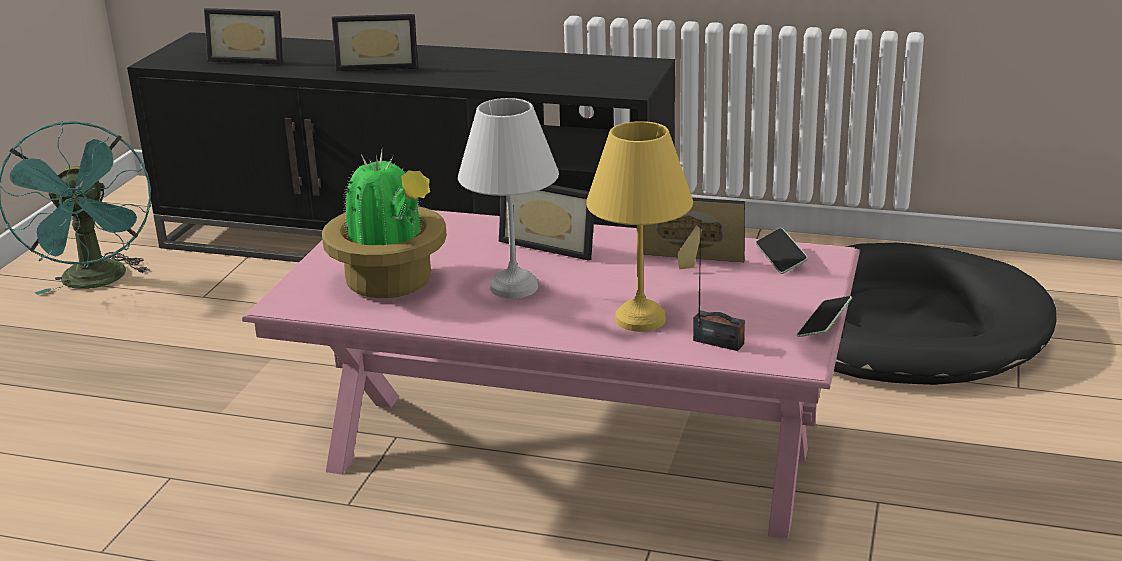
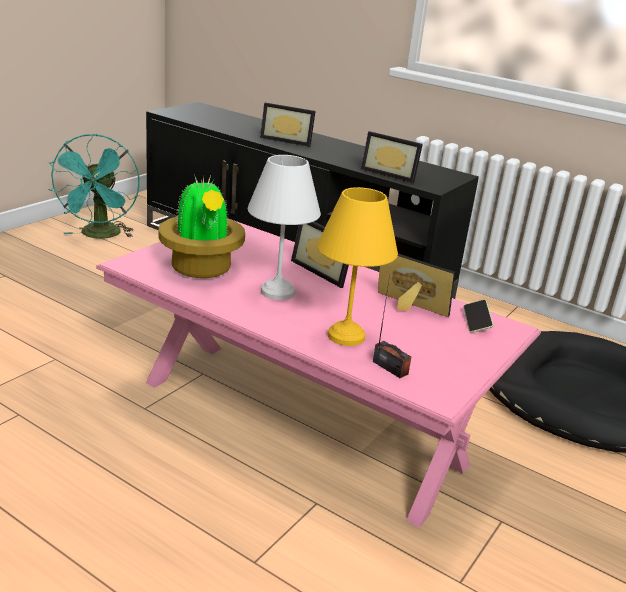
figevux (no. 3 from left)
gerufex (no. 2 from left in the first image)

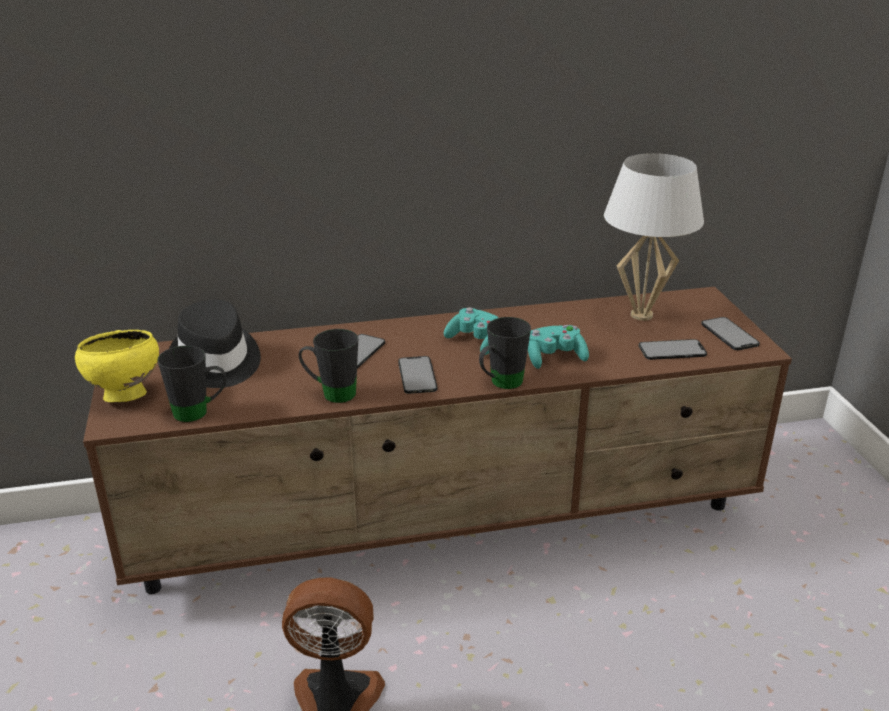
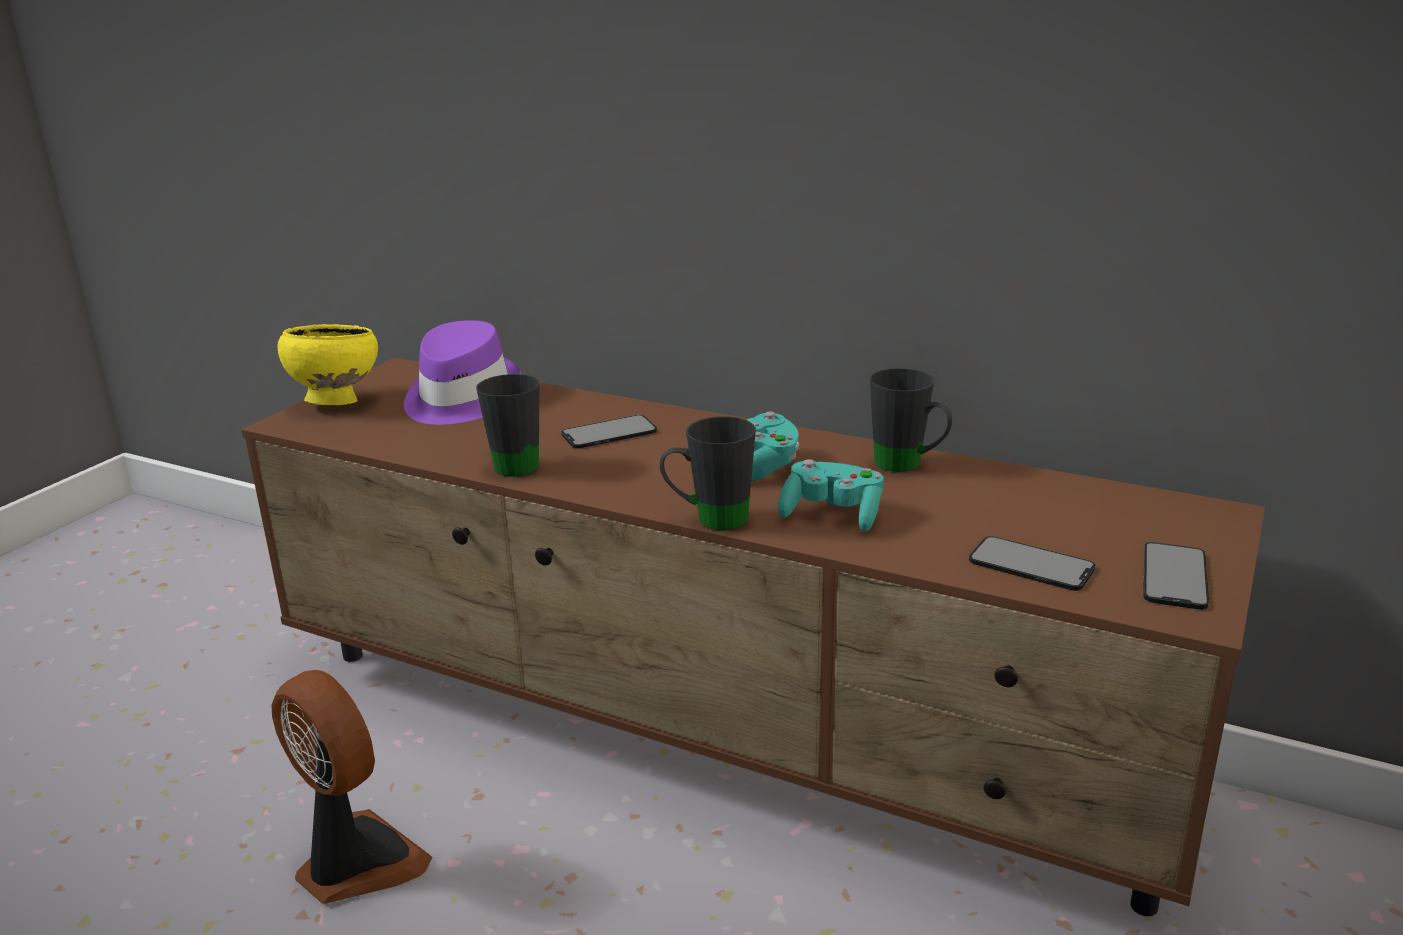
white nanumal
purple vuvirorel
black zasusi (no. 3 from left)
gerufex (no. 2 from left in the first image)

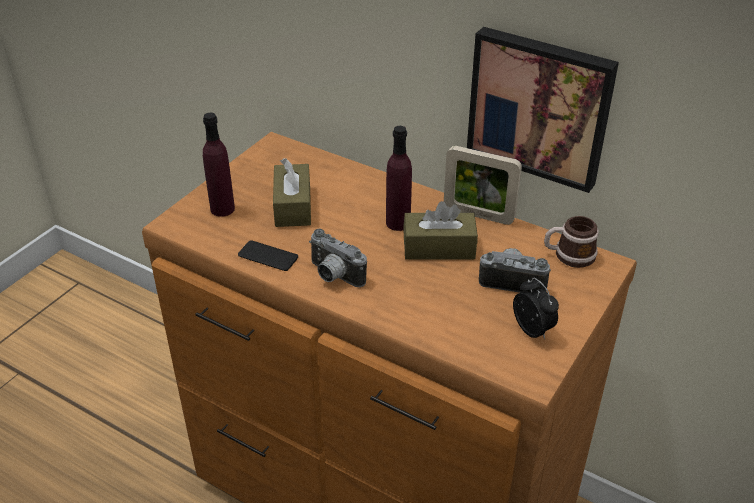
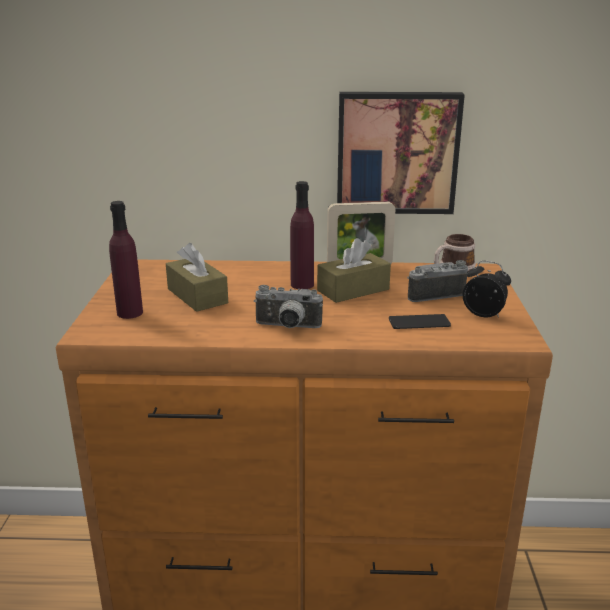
gerufex

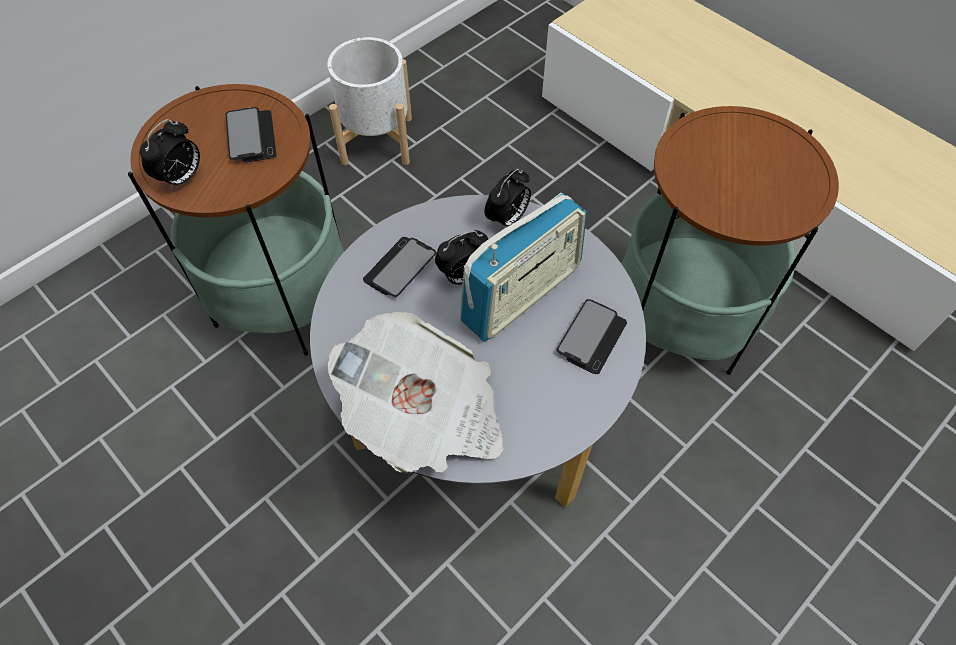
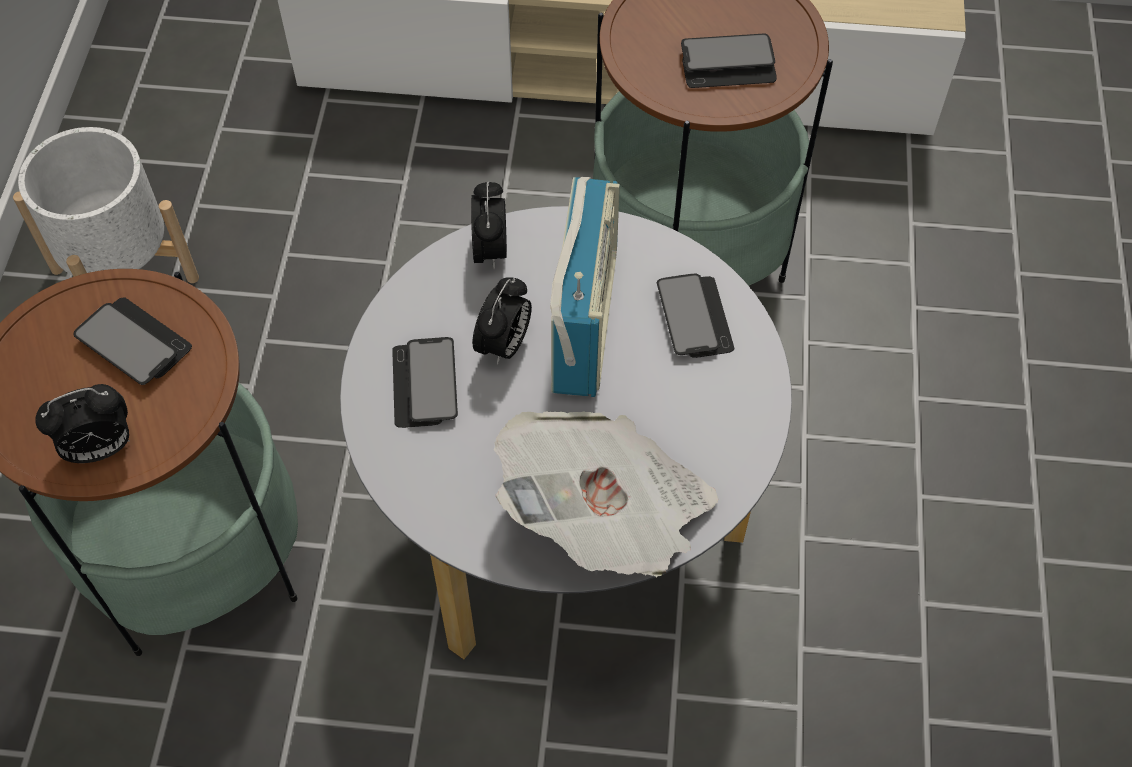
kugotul (no. 1 from left)
gerufex (no. 4 from left)

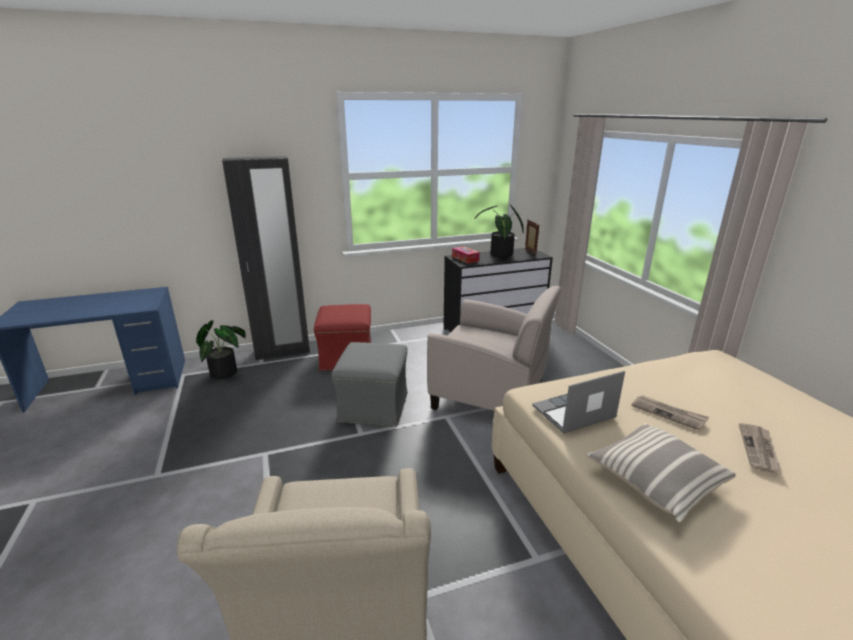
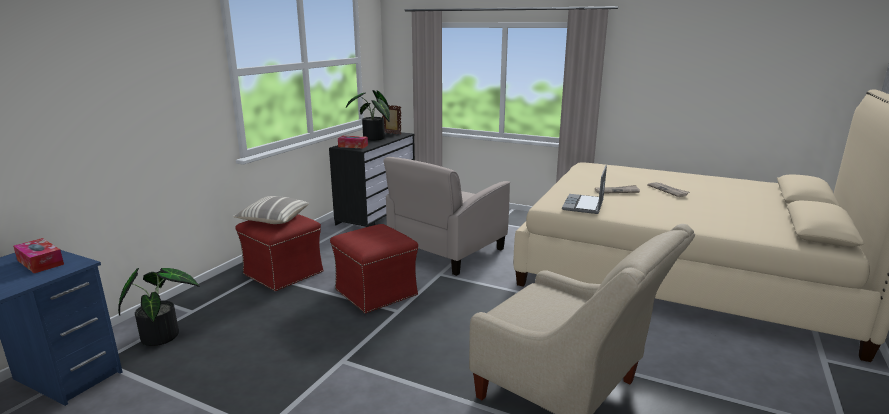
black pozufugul
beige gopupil (no. 1 from left)
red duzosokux (no. 2 from left)
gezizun
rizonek (no. 1 from left)

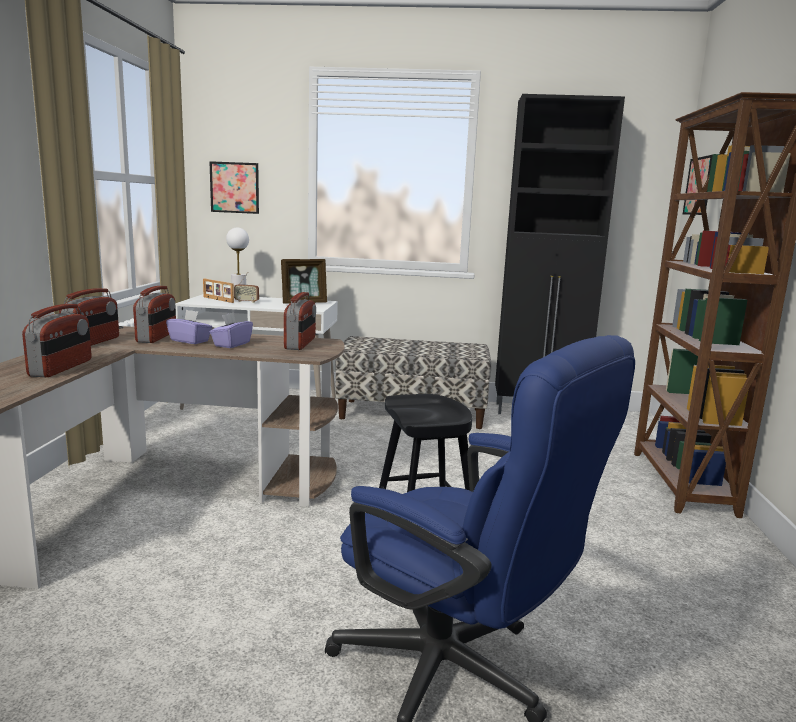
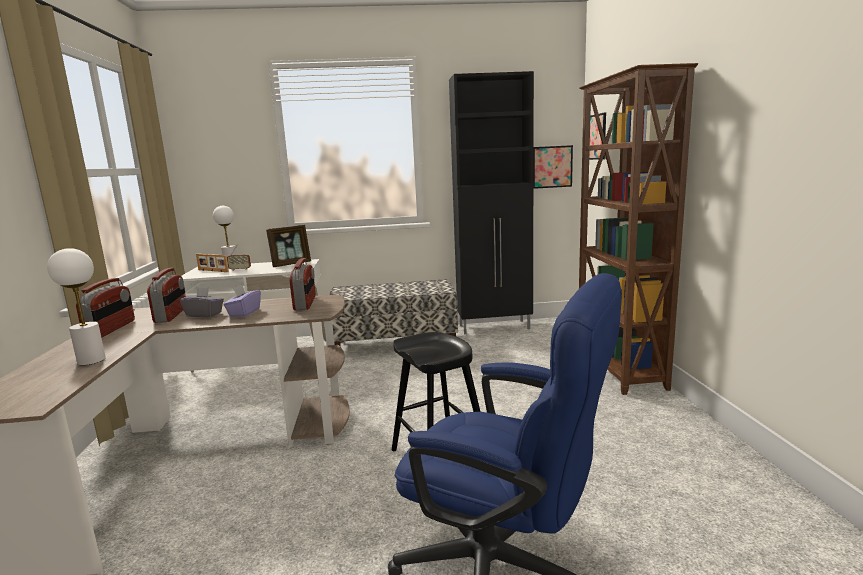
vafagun (no. 1 from left)
white nanumal (no. 1 from left)
grey rizonek

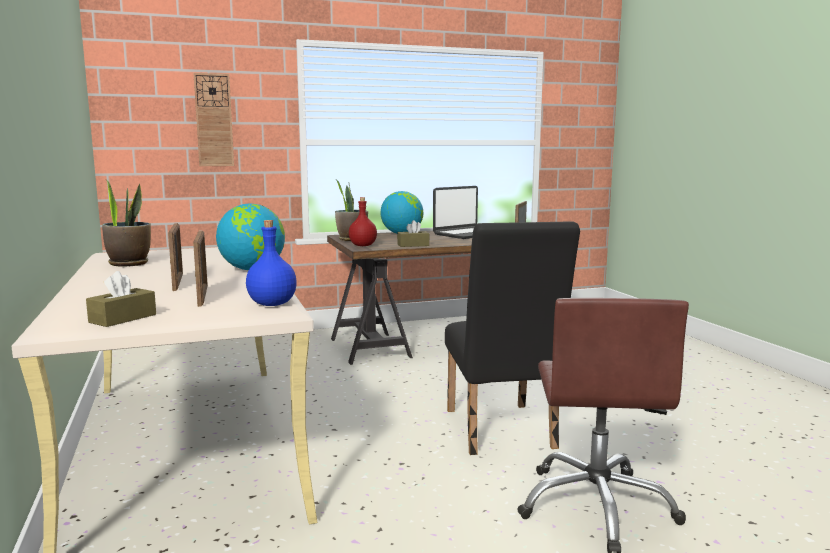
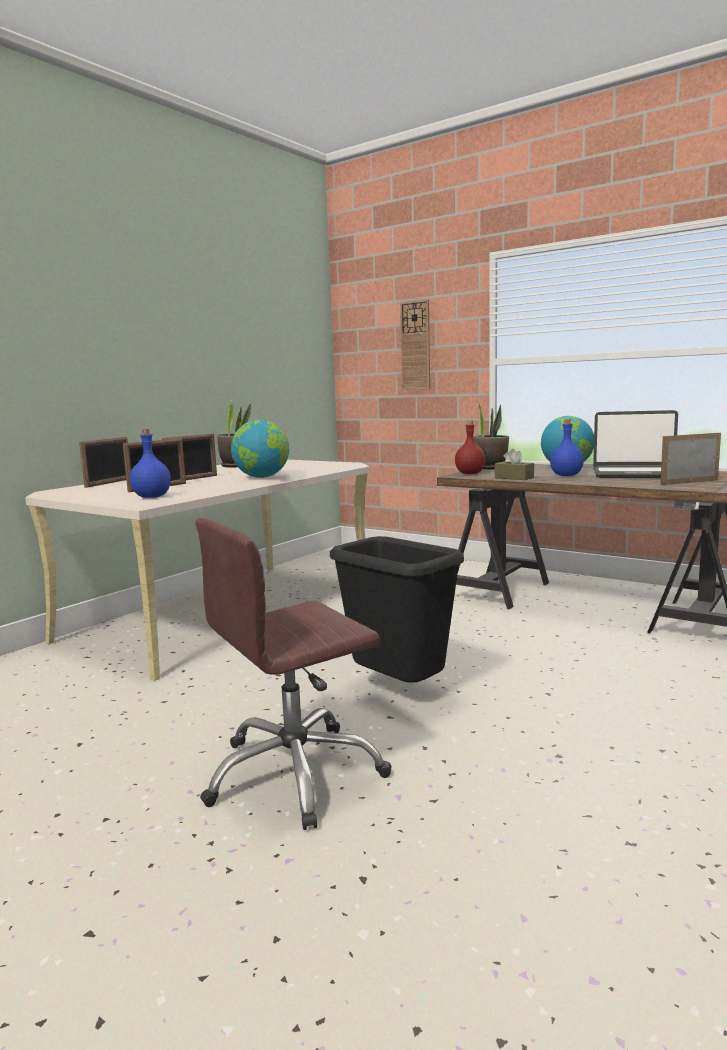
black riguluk
brown rizonek (no. 1 from left in the first image)
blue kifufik (no. 2 from left)
figevux (no. 1 from left)

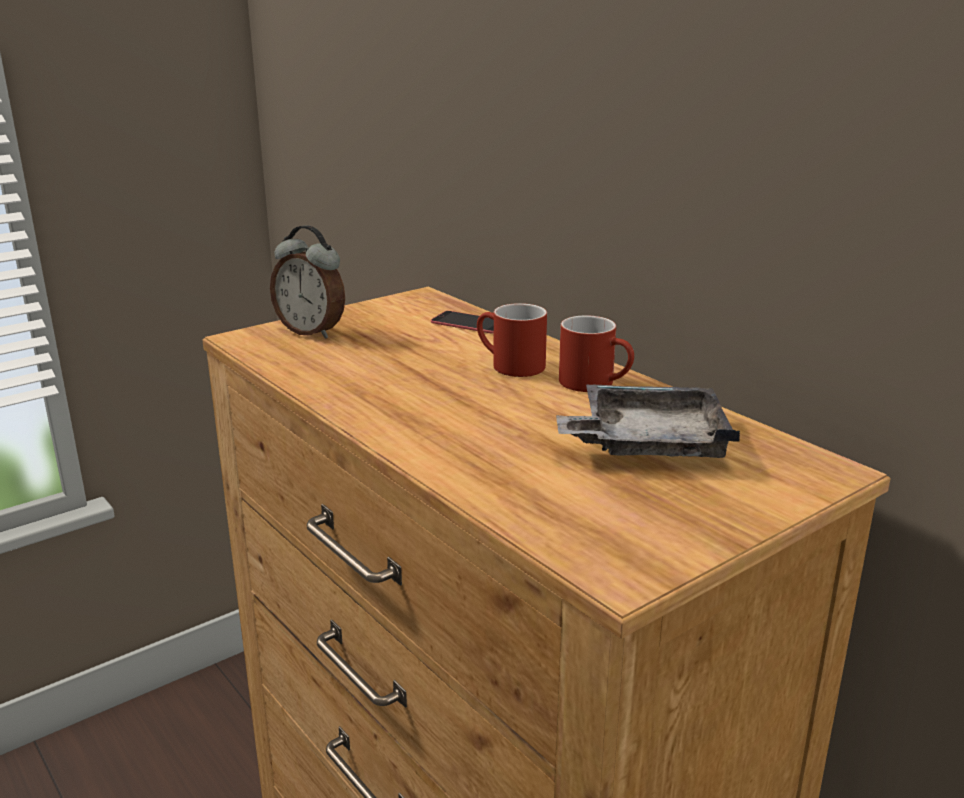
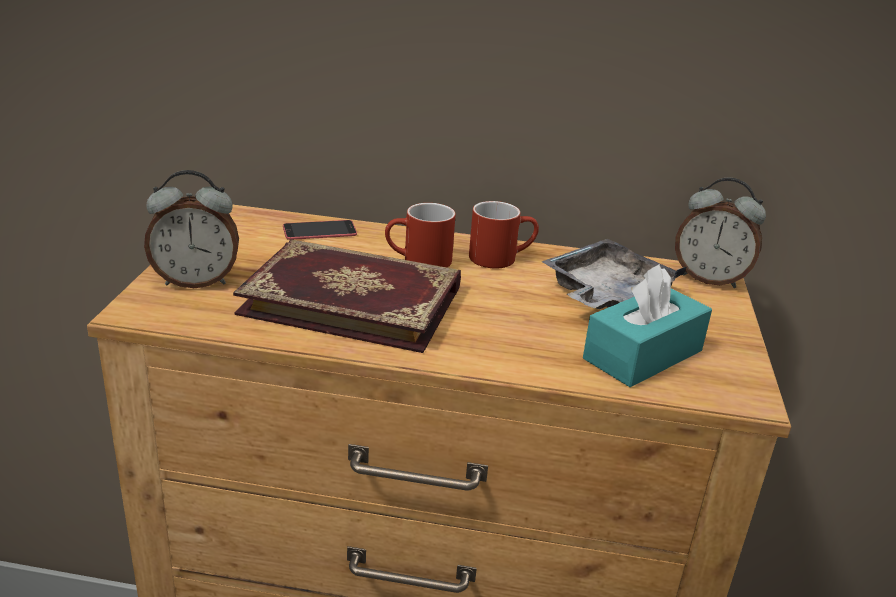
kugotul (no. 2 from left)
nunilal
turquoise rizonek

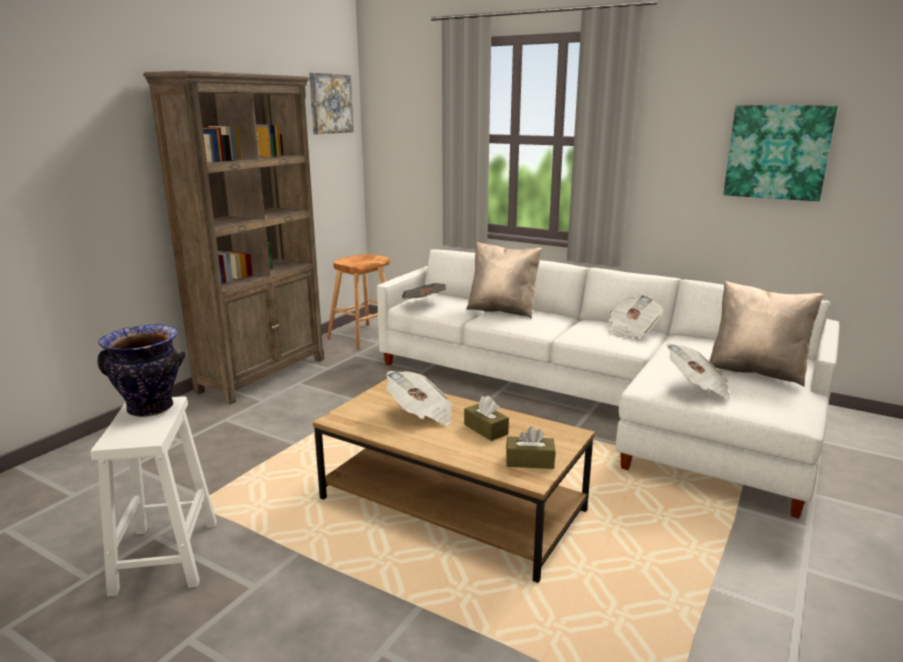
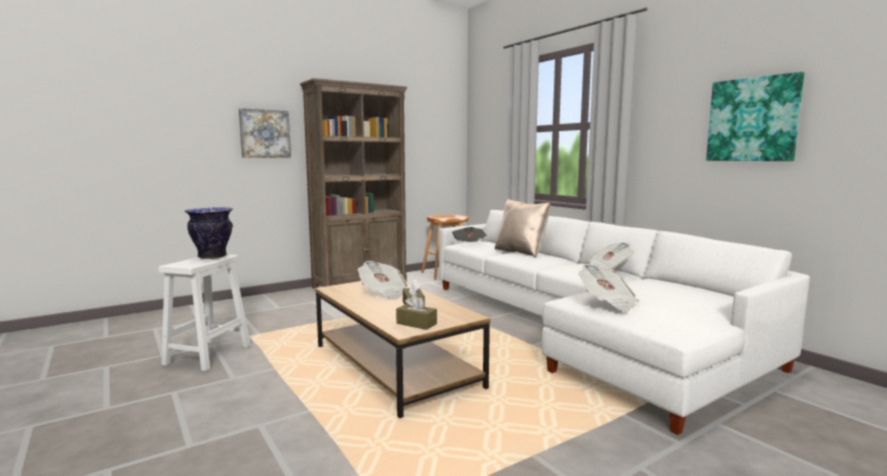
vafagun (no. 1 from left)
beige gezizun (no. 2 from left in the first image)

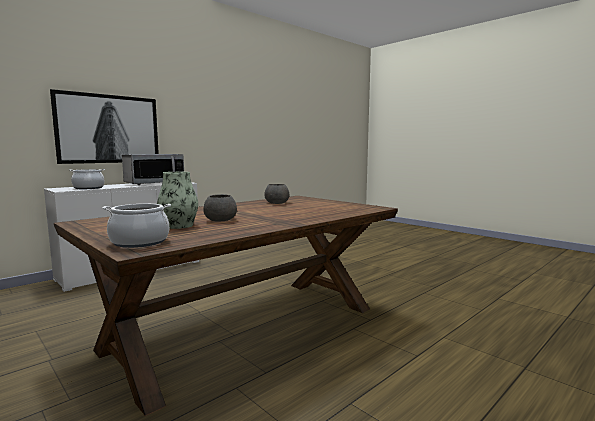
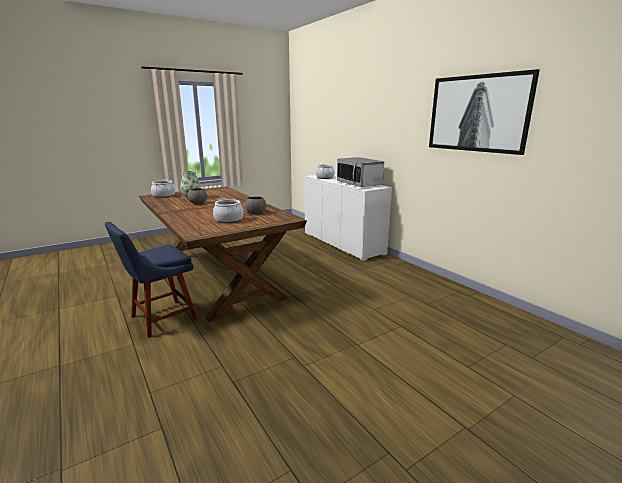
vafagun
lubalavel (no. 2 from left)
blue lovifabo

